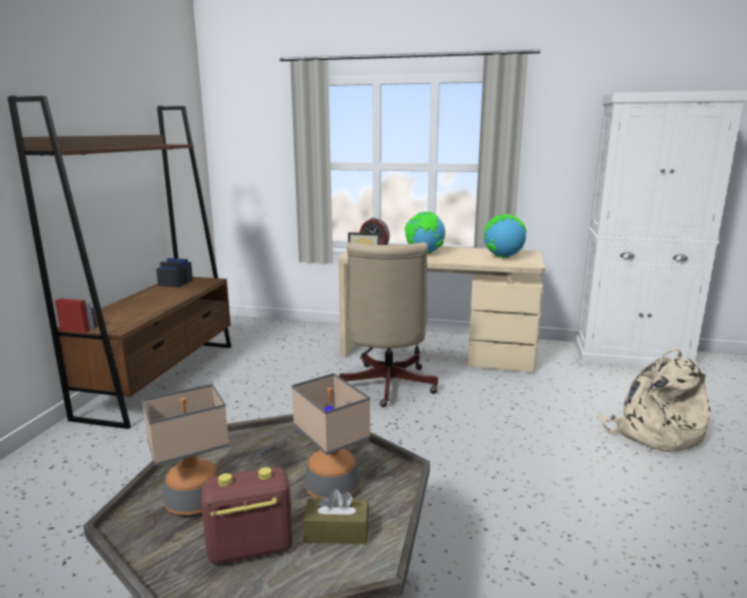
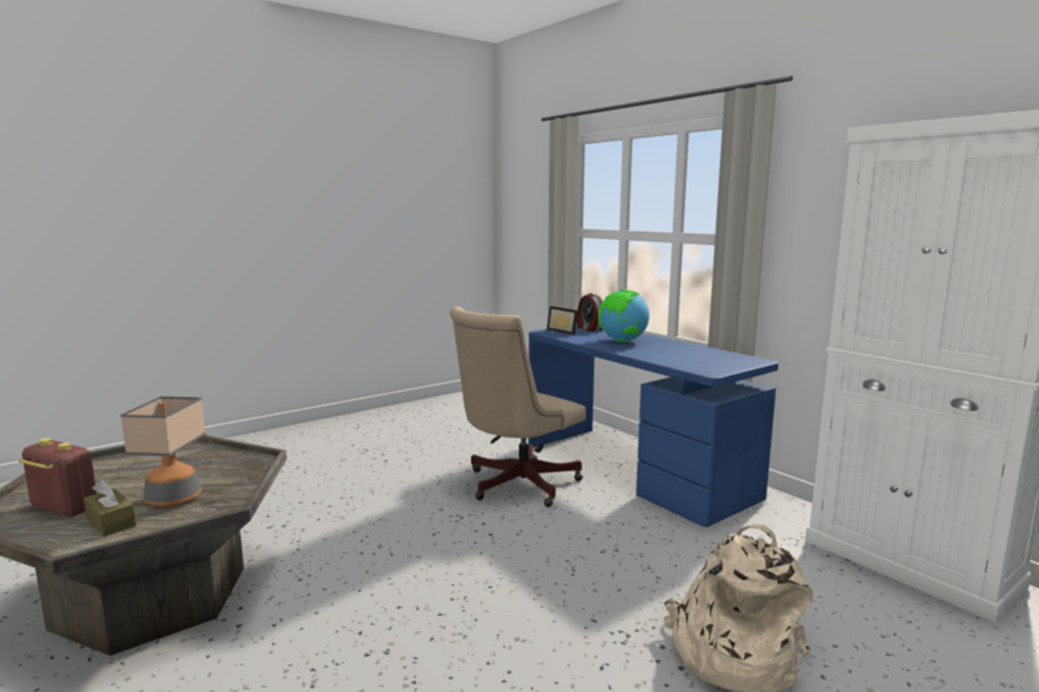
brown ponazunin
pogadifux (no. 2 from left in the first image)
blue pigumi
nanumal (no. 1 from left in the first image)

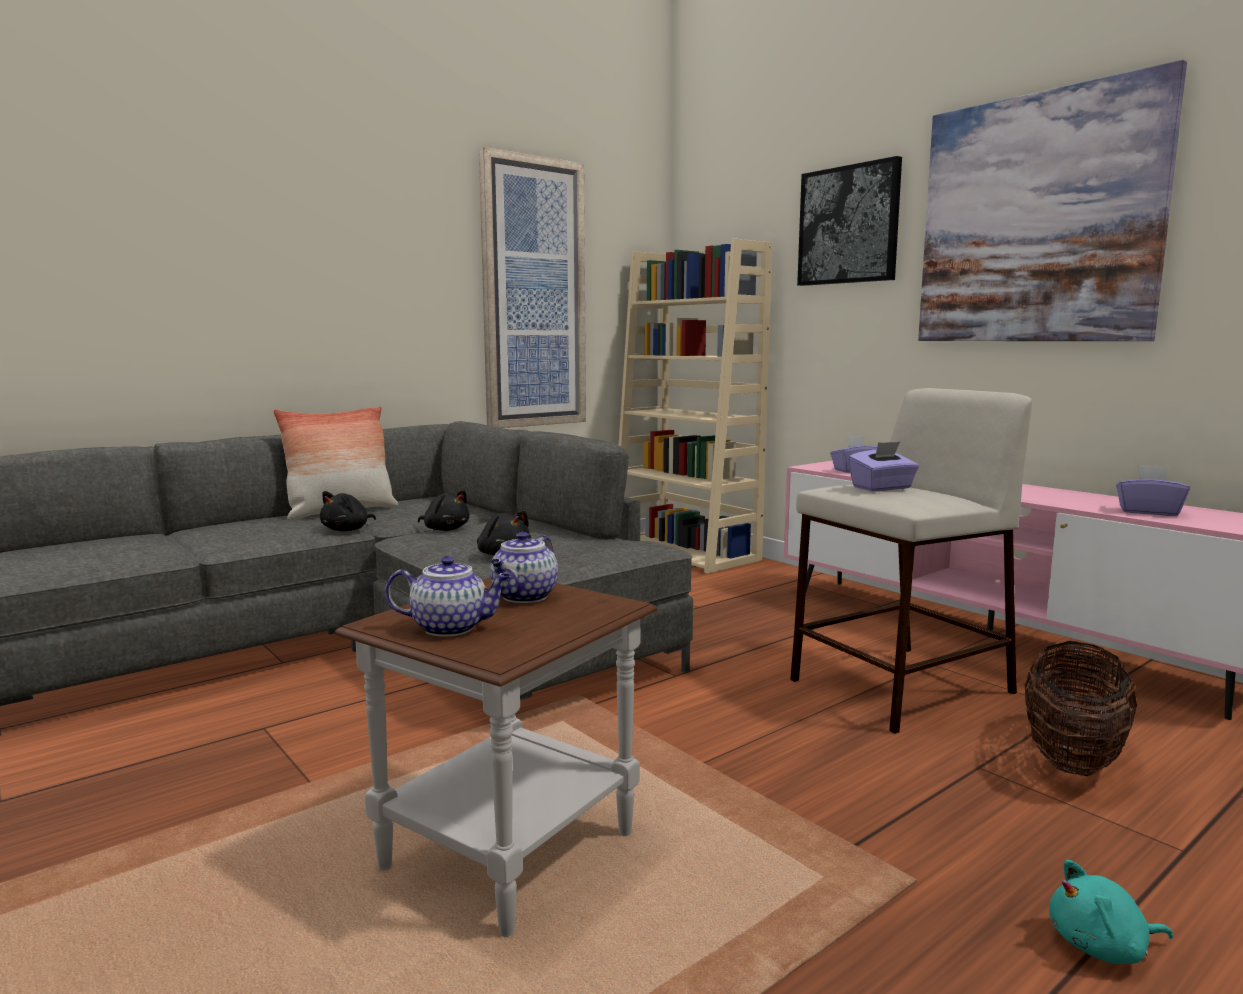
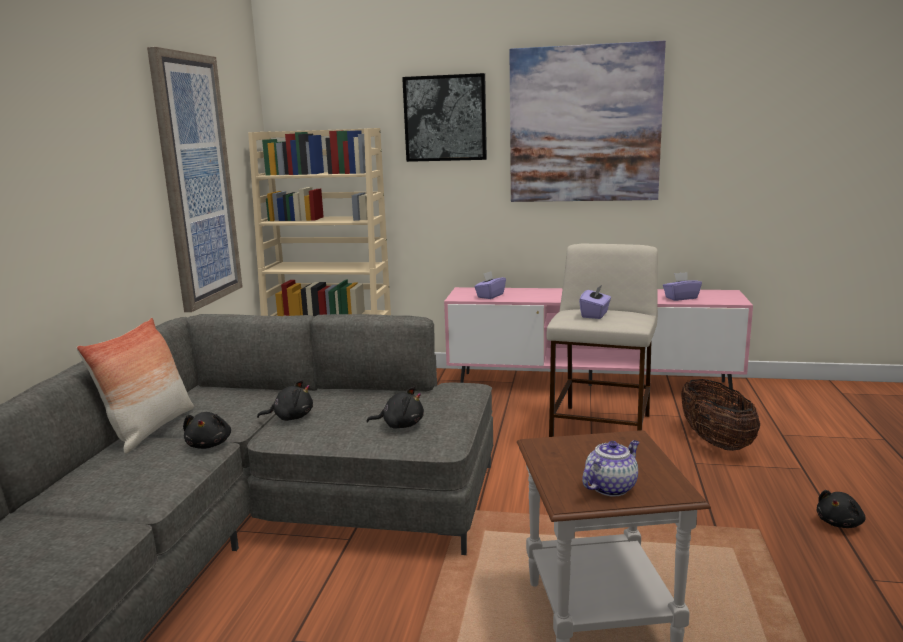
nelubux (no. 2 from left in the first image)
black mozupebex (no. 4 from left)

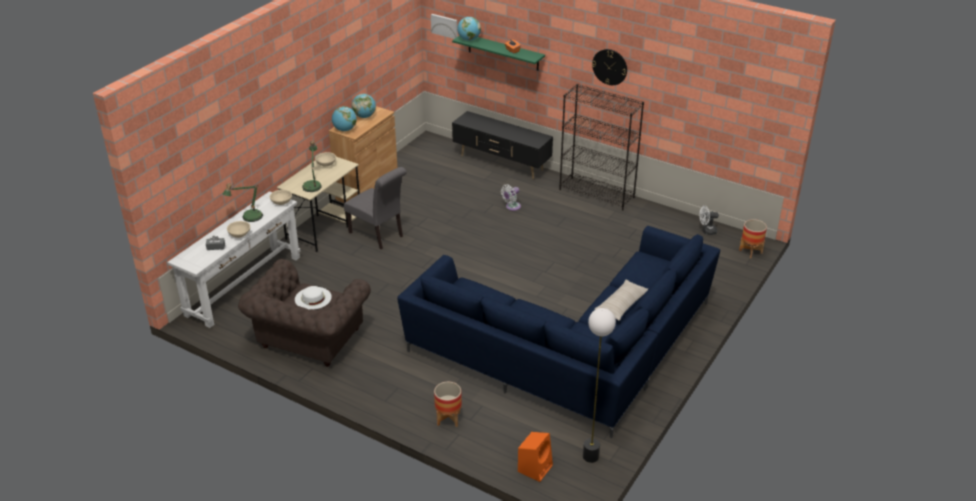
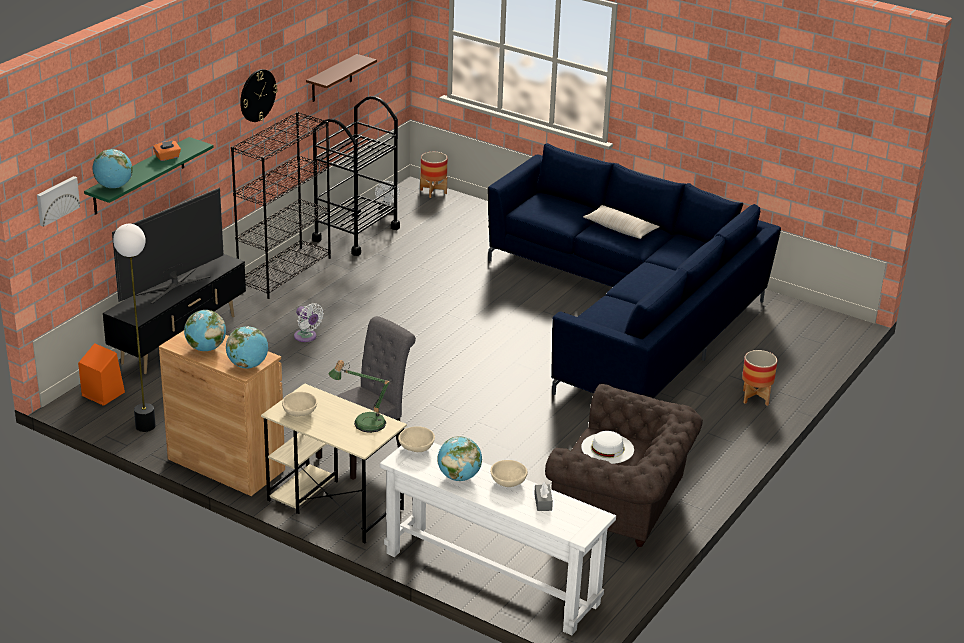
pogadifux (no. 4 from left)
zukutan
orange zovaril
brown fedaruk
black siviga
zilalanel

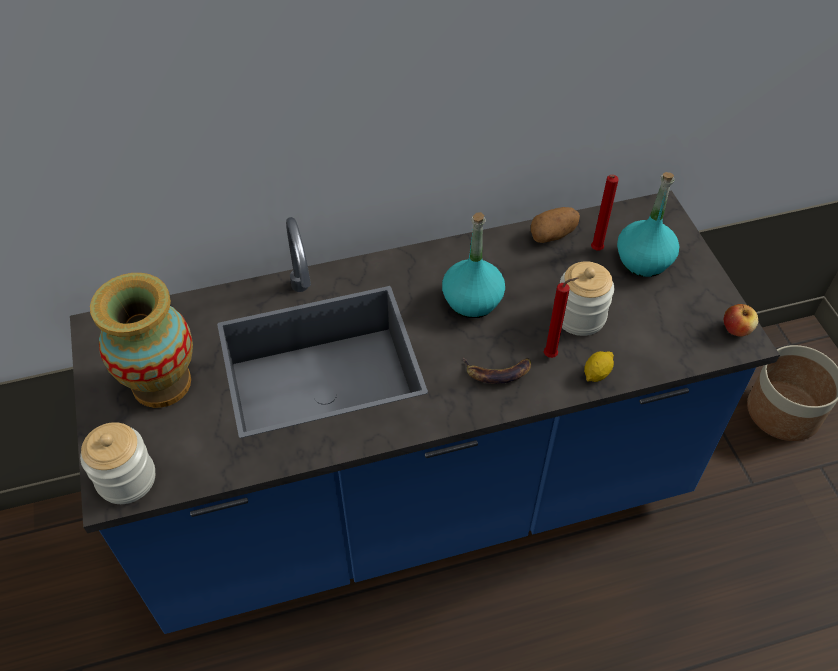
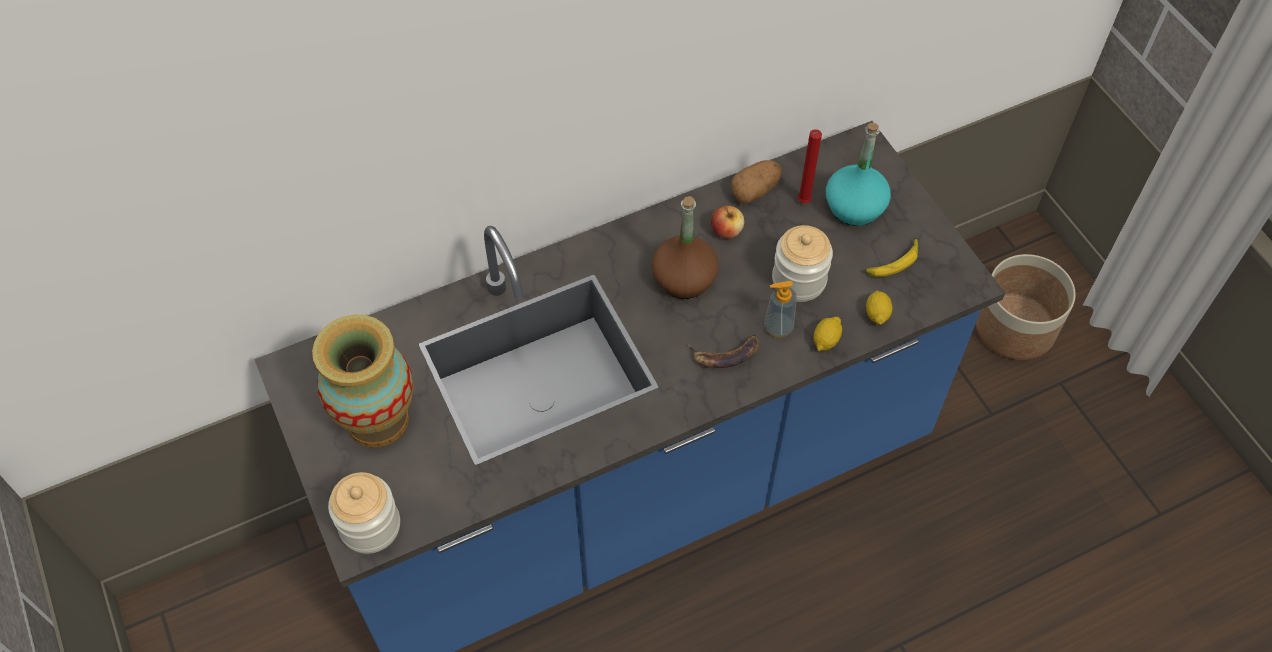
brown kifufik
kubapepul
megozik
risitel (no. 2 from left)
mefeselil (no. 2 from left)

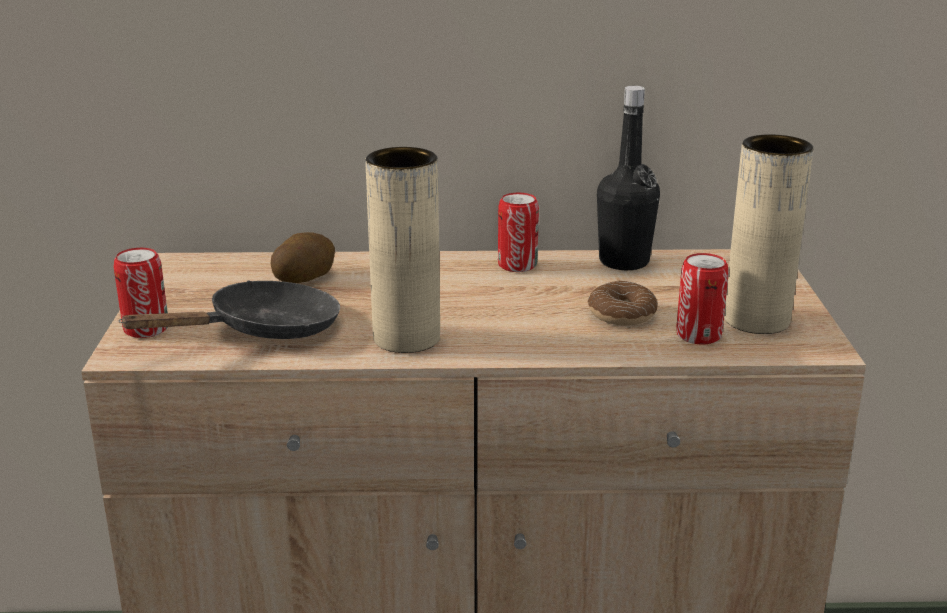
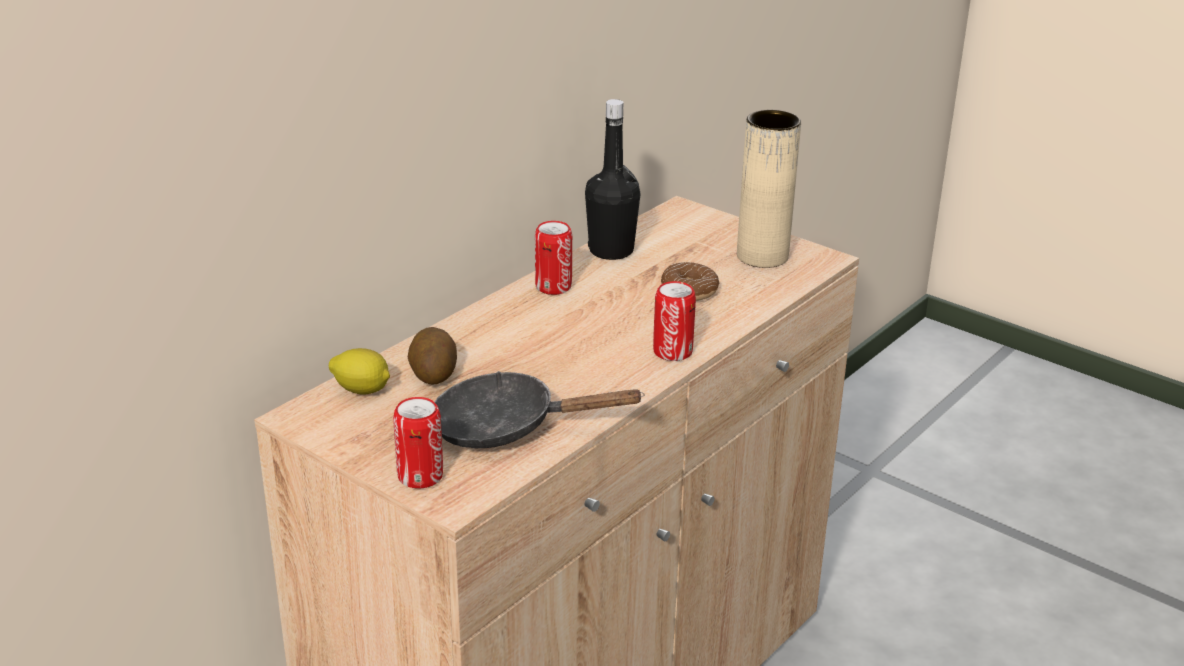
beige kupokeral (no. 1 from left in the first image)
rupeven (no. 3 from left)
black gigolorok
mefeselil

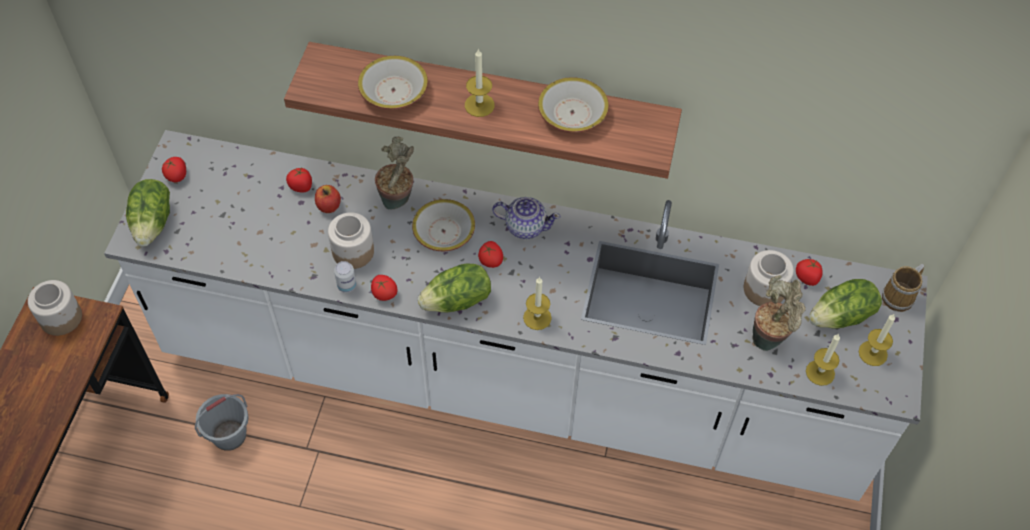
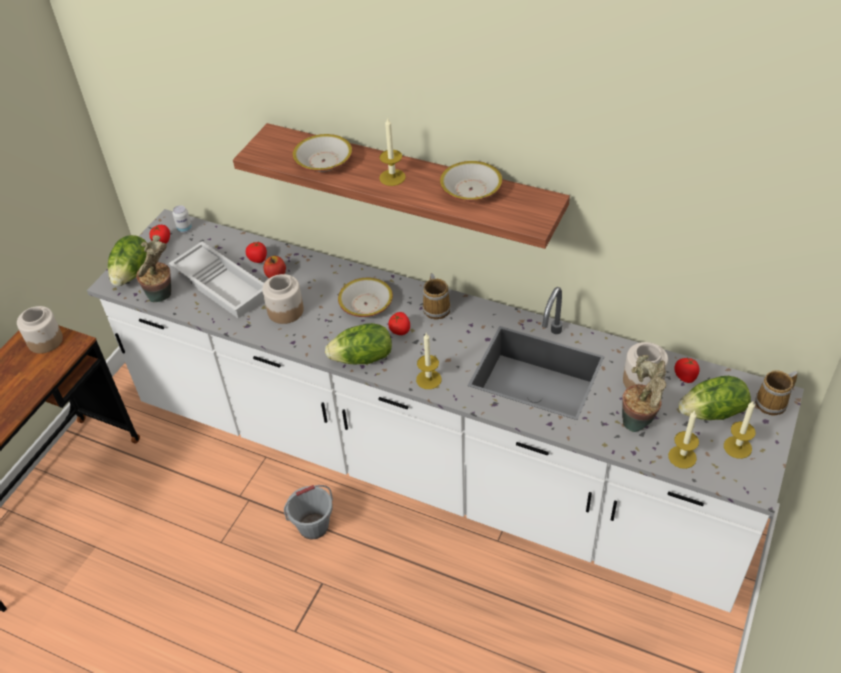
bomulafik (no. 1 from left)
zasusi (no. 1 from left)
rupeven
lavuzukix (no. 3 from left in the first image)
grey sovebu
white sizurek

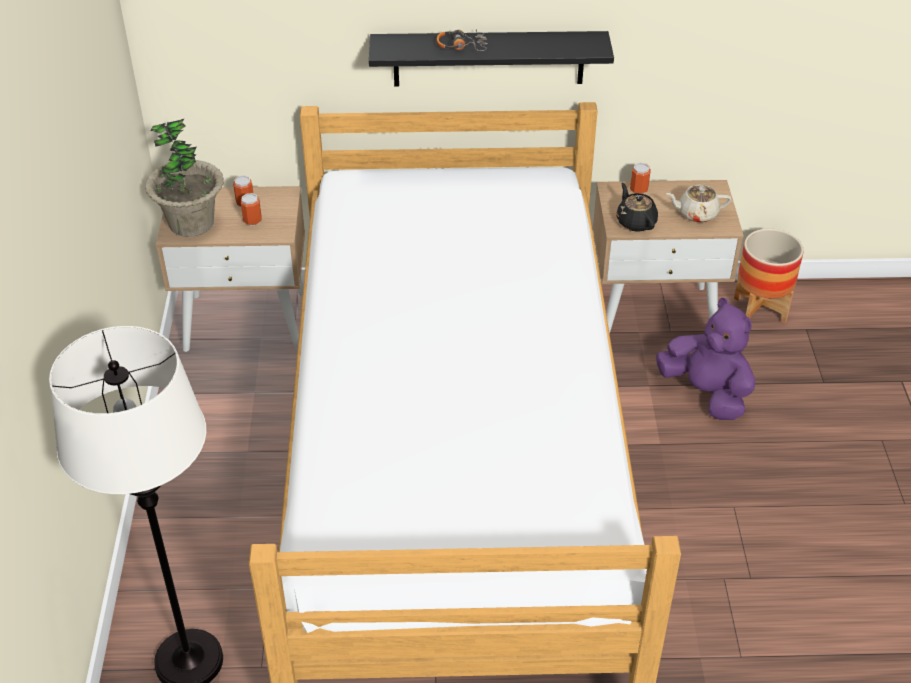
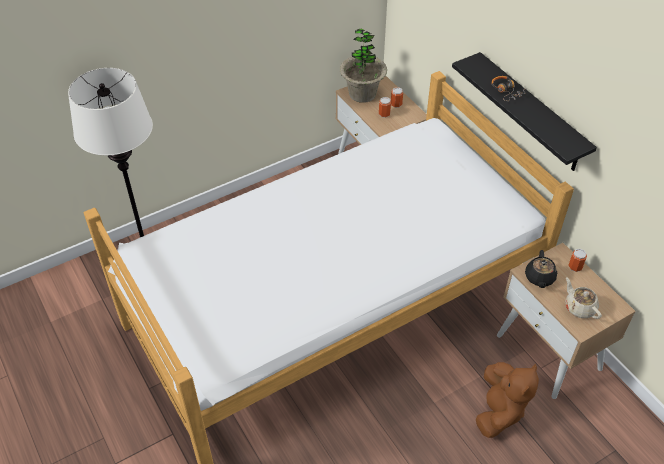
black nelubux
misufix
brown mozupebex

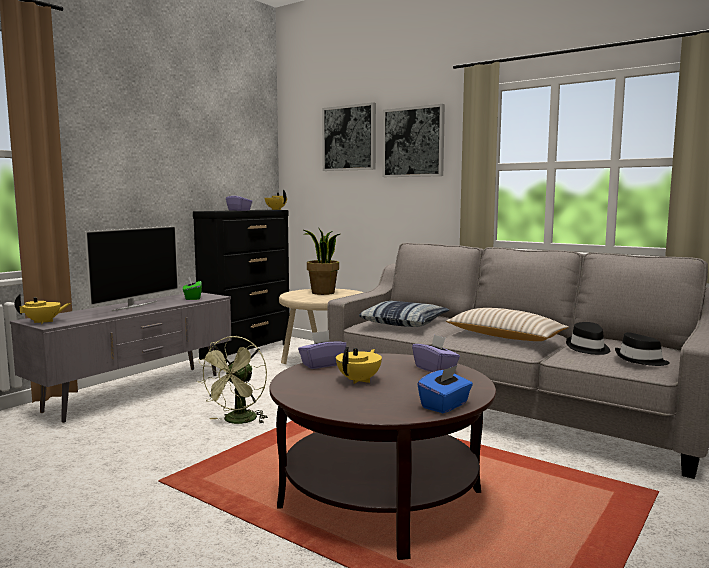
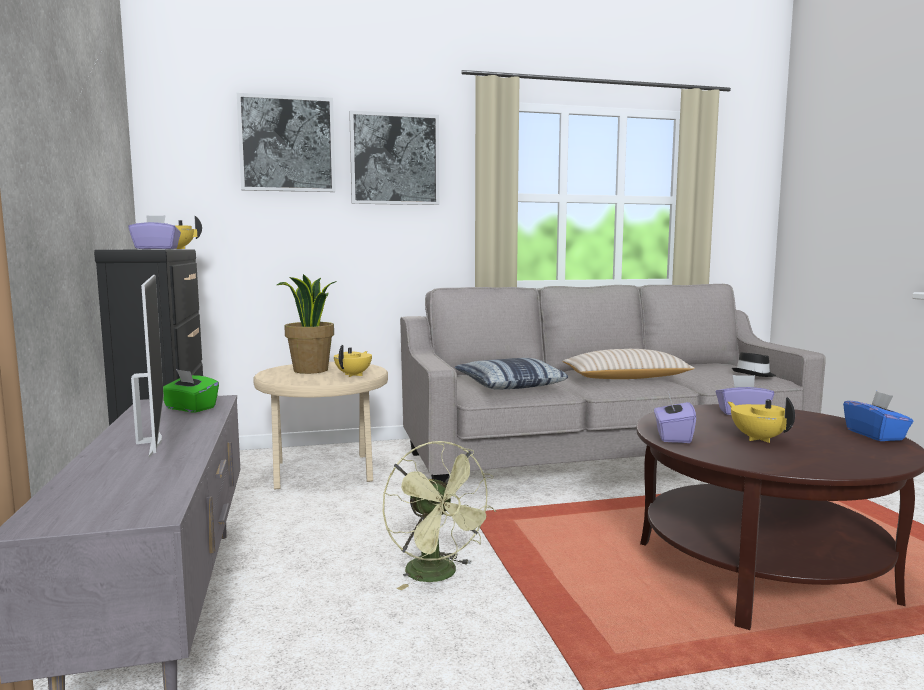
yellow nelubux (no. 2 from left)
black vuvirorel (no. 1 from left in the first image)

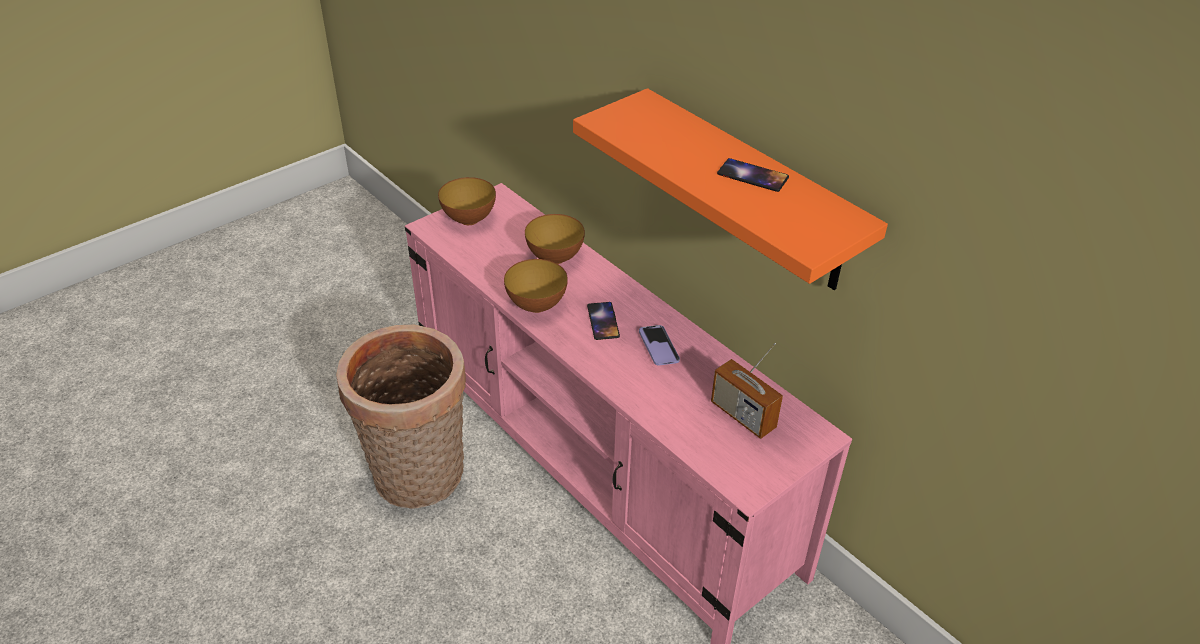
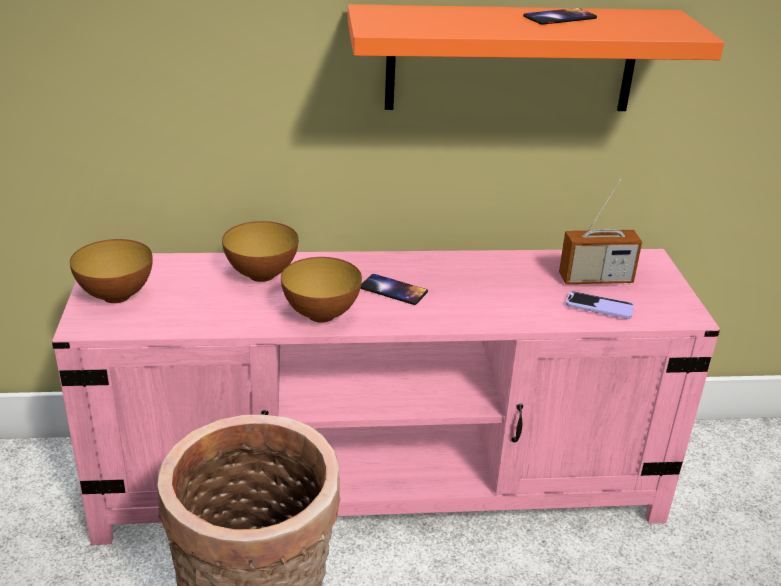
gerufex (no. 3 from left)

